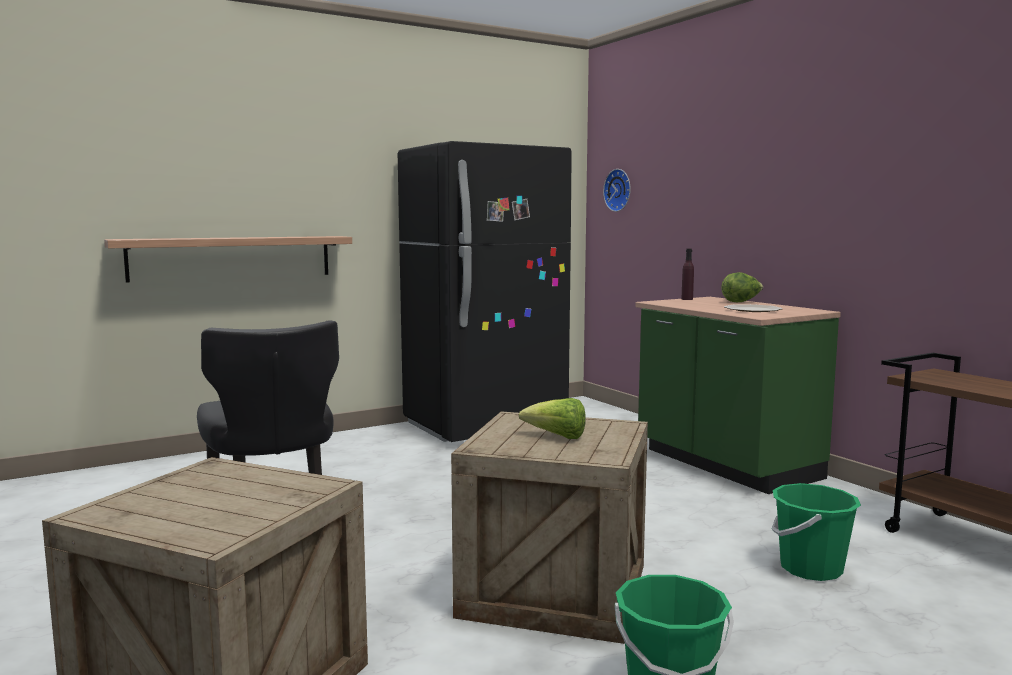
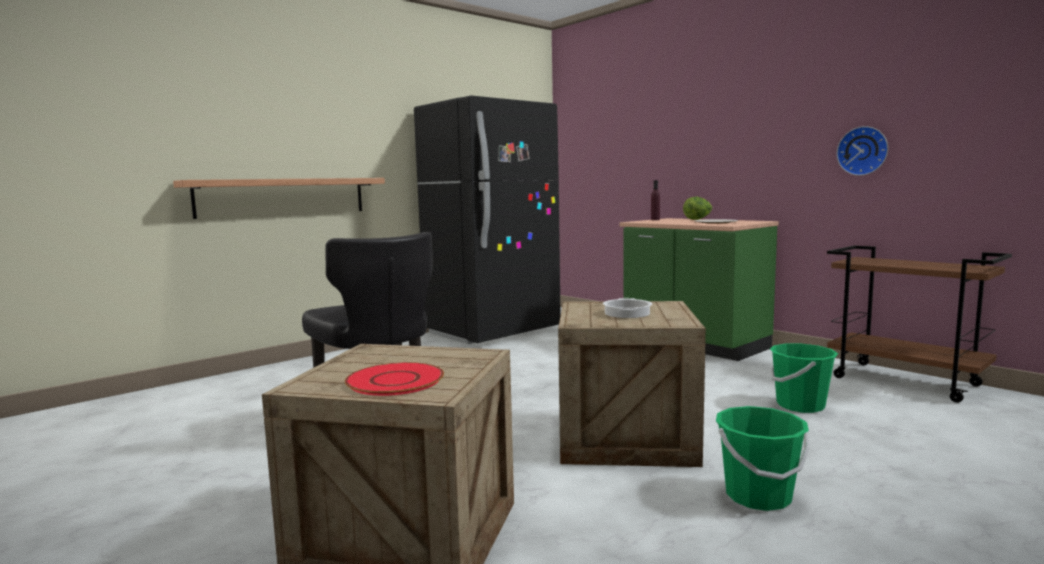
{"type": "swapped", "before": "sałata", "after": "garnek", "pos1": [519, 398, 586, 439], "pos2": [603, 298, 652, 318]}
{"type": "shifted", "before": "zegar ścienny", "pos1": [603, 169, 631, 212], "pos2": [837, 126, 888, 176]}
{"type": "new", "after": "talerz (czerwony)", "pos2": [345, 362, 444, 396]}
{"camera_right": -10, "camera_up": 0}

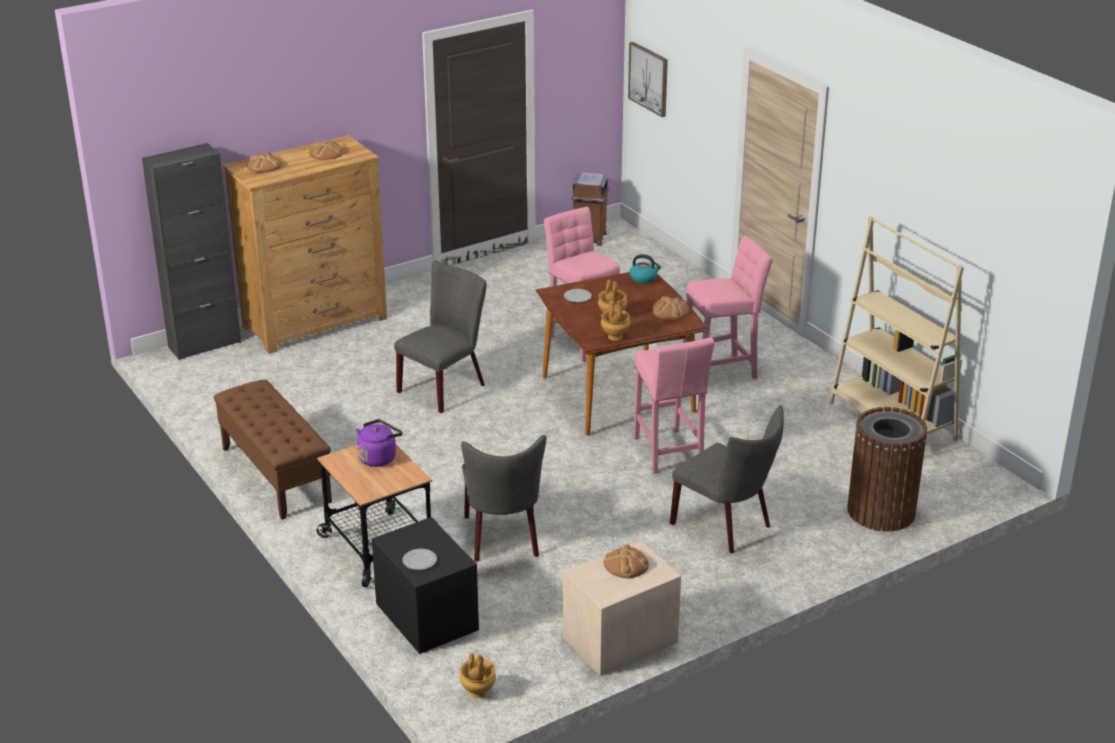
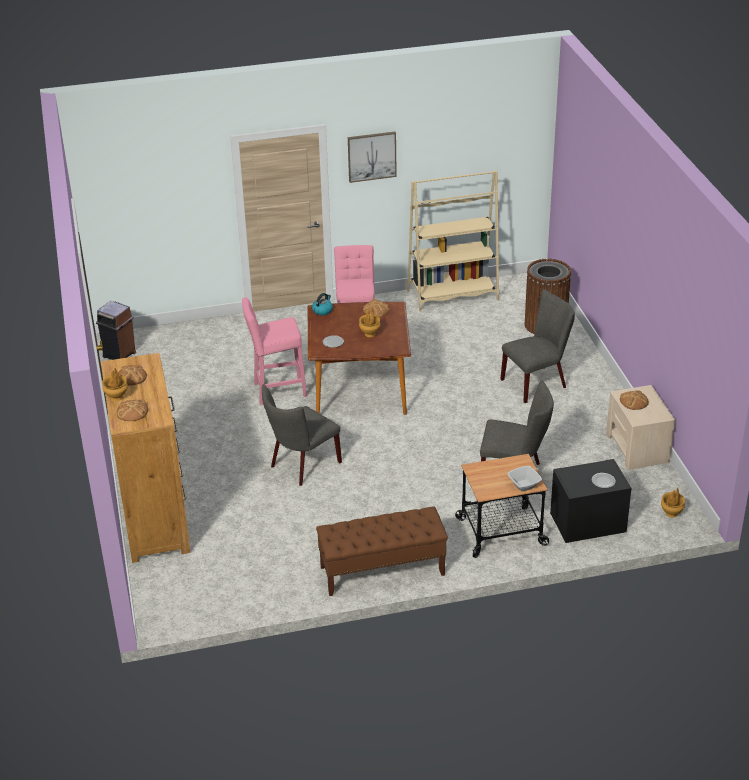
{"type": "gone", "before": "szafka (czarny)", "pos1": [142, 143, 241, 360]}
{"type": "gone", "before": "czajnik (fioletowy)", "pos1": [357, 419, 403, 467]}
{"type": "rotated", "before": "krzesło (szary)", "pos1": [394, 260, 486, 413], "pos2": [262, 384, 342, 486], "turn": -105}
{"type": "shifted", "before": "wazon (brązowy)", "pos1": [601, 300, 630, 340], "pos2": [102, 367, 128, 401]}
{"type": "shifted", "before": "obraz", "pos1": [628, 42, 668, 117], "pos2": [348, 132, 397, 183]}
{"type": "gone", "before": "stołek (różowy)", "pos1": [634, 338, 714, 474]}
{"type": "new", "after": "miska", "pos2": [507, 466, 542, 491]}
{"camera_right": -70, "camera_up": 5}

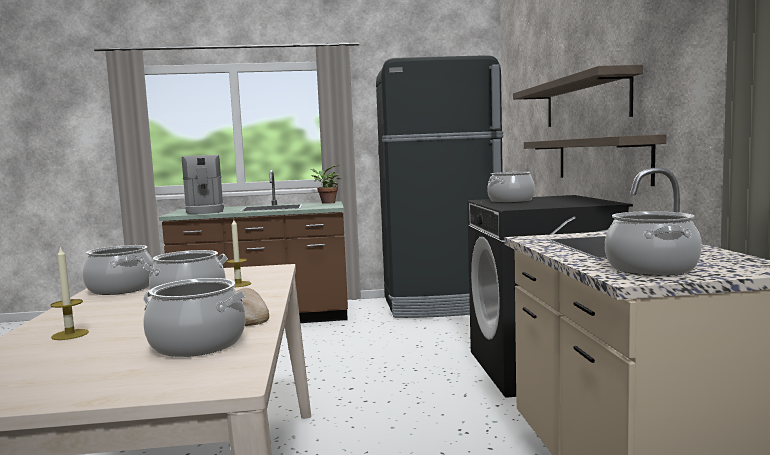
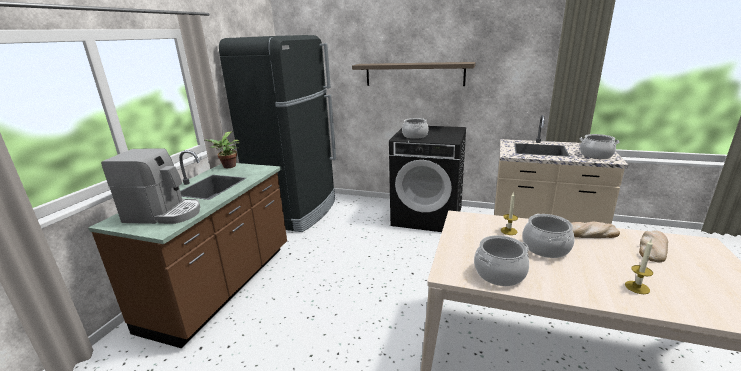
{"type": "swapped", "before": "garnek", "after": "chleb", "pos1": [143, 278, 246, 357], "pos2": [639, 231, 668, 262]}
{"type": "gone", "before": "półka", "pos1": [524, 134, 666, 186]}
{"camera_right": -65, "camera_up": 15}

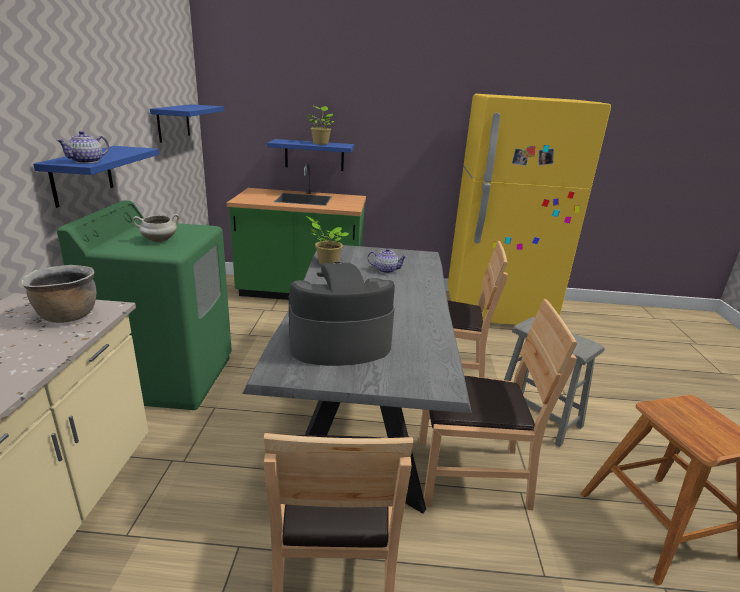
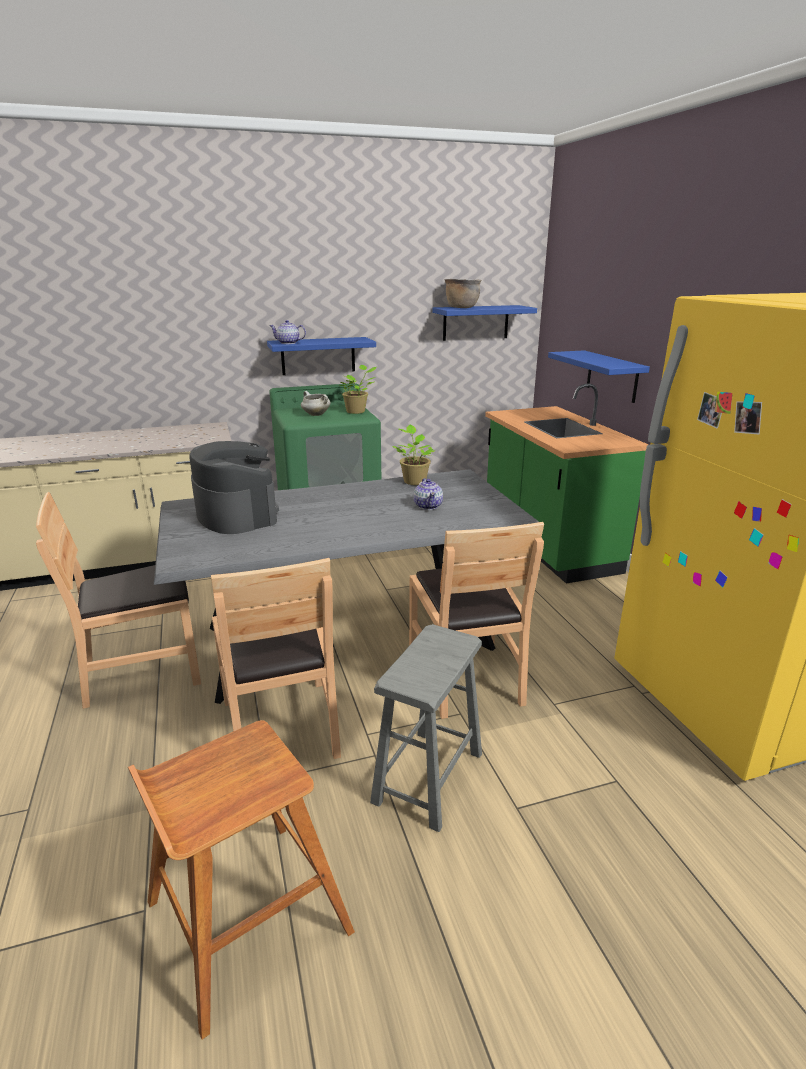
{"type": "shifted", "before": "garnek (brązowy)", "pos1": [21, 265, 97, 323], "pos2": [445, 279, 482, 308]}
{"type": "shifted", "before": "roślina doniczkowa", "pos1": [305, 106, 334, 145], "pos2": [340, 365, 376, 414]}
{"camera_right": 70, "camera_up": 0}

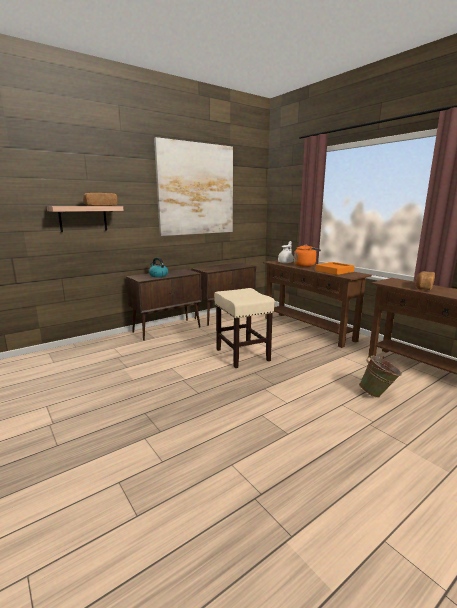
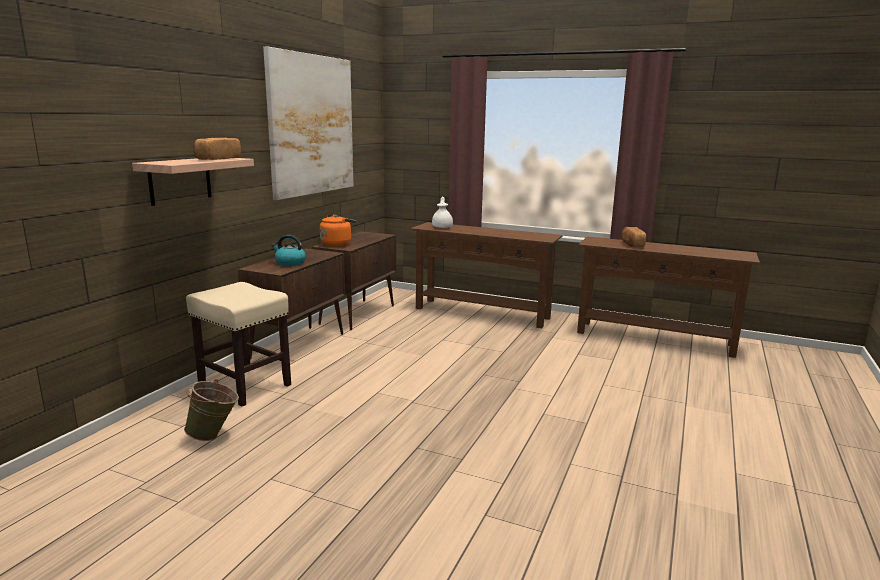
{"type": "shifted", "before": "stołek (beżowy)", "pos1": [214, 288, 275, 368], "pos2": [186, 282, 291, 407]}
{"type": "shifted", "before": "czajnik (pomarańczowy)", "pos1": [294, 245, 321, 267], "pos2": [320, 215, 357, 247]}
{"type": "gone", "before": "taca (pomarańczowy)", "pos1": [315, 262, 355, 275]}
{"type": "shifted", "before": "wiadro (zielony)", "pos1": [359, 356, 402, 398], "pos2": [184, 379, 239, 441]}
{"camera_right": -30, "camera_up": 0}

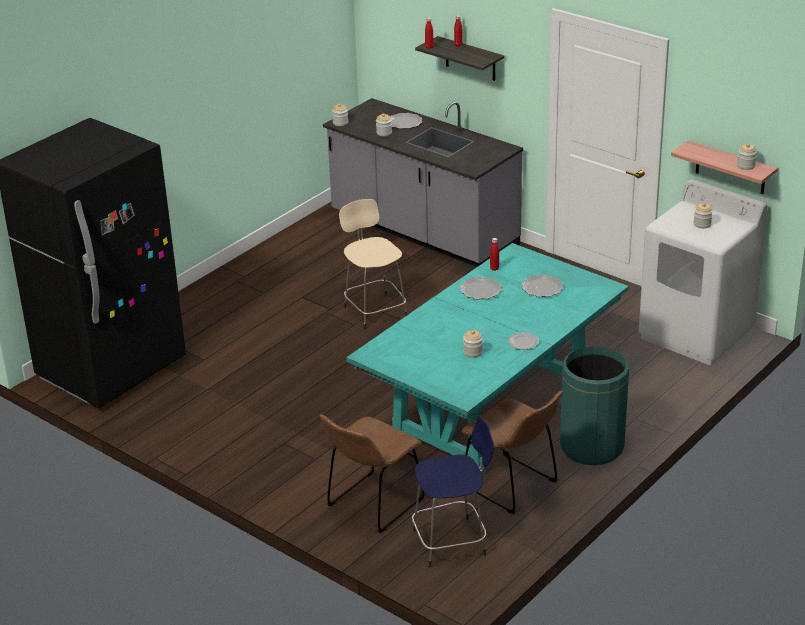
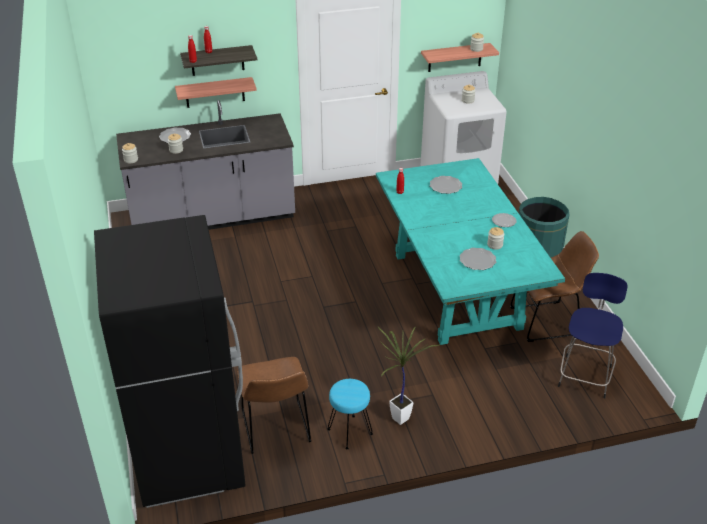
{"type": "shifted", "before": "krzesło (brązowy)", "pos1": [320, 415, 424, 533], "pos2": [237, 357, 311, 454]}
{"type": "gone", "before": "stołek (beżowy)", "pos1": [339, 199, 407, 330]}
{"type": "shifted", "before": "talerz", "pos1": [460, 277, 502, 299], "pos2": [460, 248, 496, 270]}
{"type": "new", "after": "półka", "pos2": [175, 77, 257, 108]}
{"type": "new", "after": "stołek (turkusowy)", "pos2": [327, 379, 373, 450]}
{"type": "new", "after": "roślina doniczkowa", "pos2": [378, 326, 440, 425]}
{"camera_right": -55, "camera_up": 5}

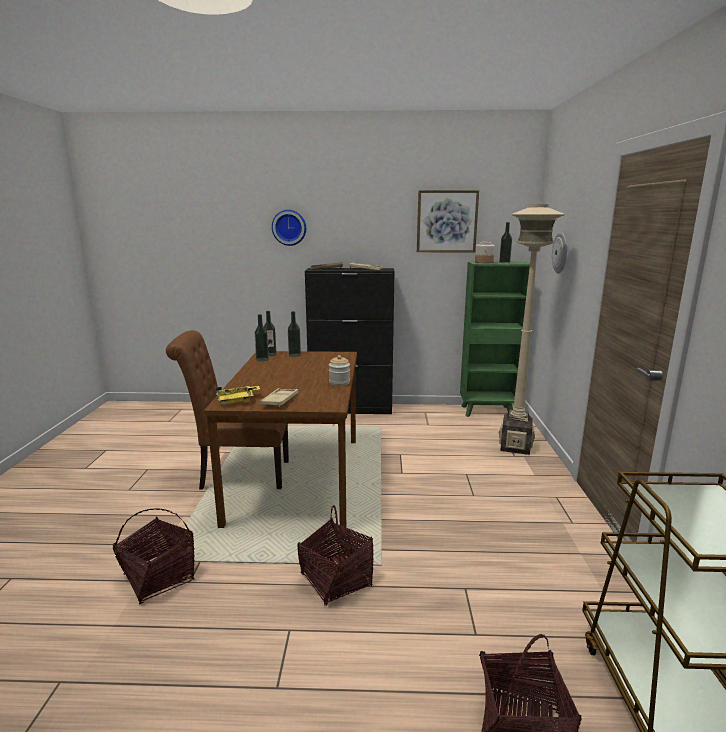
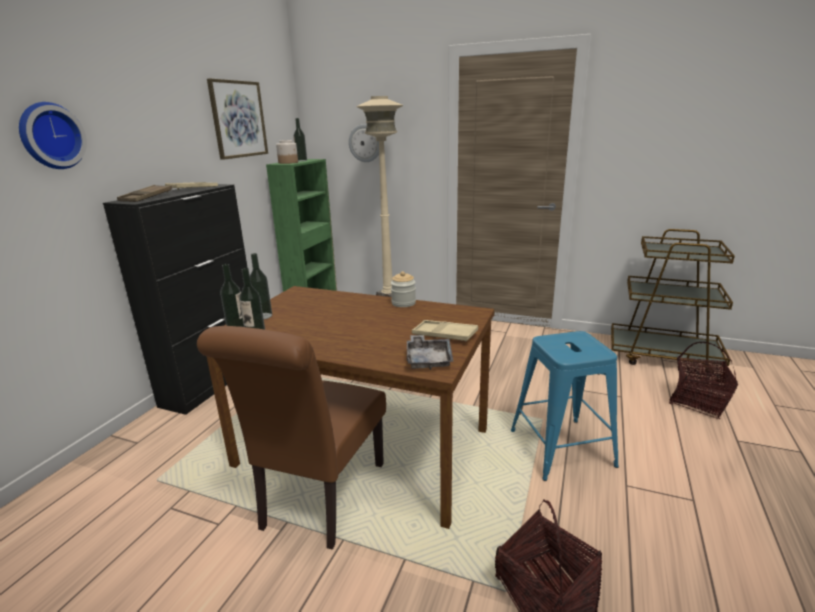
{"type": "repainted", "before": "taca (żółty)", "after": "taca (szary)", "pos1": [216, 386, 260, 404], "pos2": [407, 335, 454, 370]}
{"type": "swapped", "before": "koszyk", "after": "stołek (niebieski)", "pos1": [298, 505, 374, 605], "pos2": [511, 331, 619, 481]}
{"camera_right": -70, "camera_up": 5}

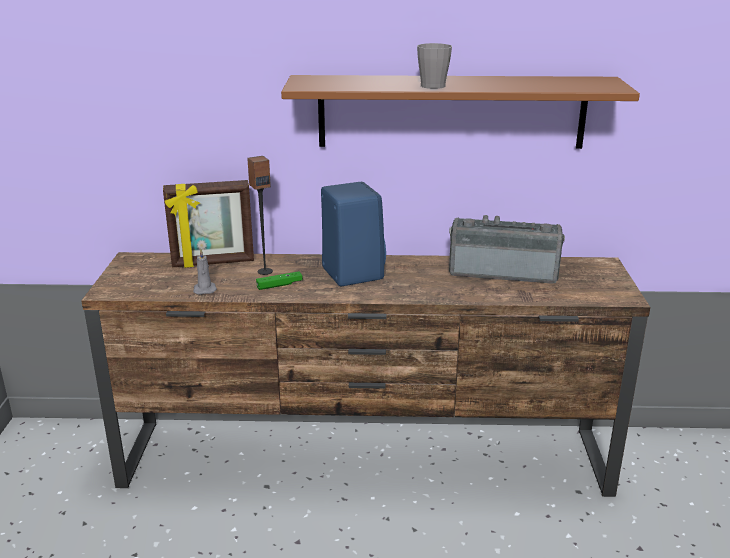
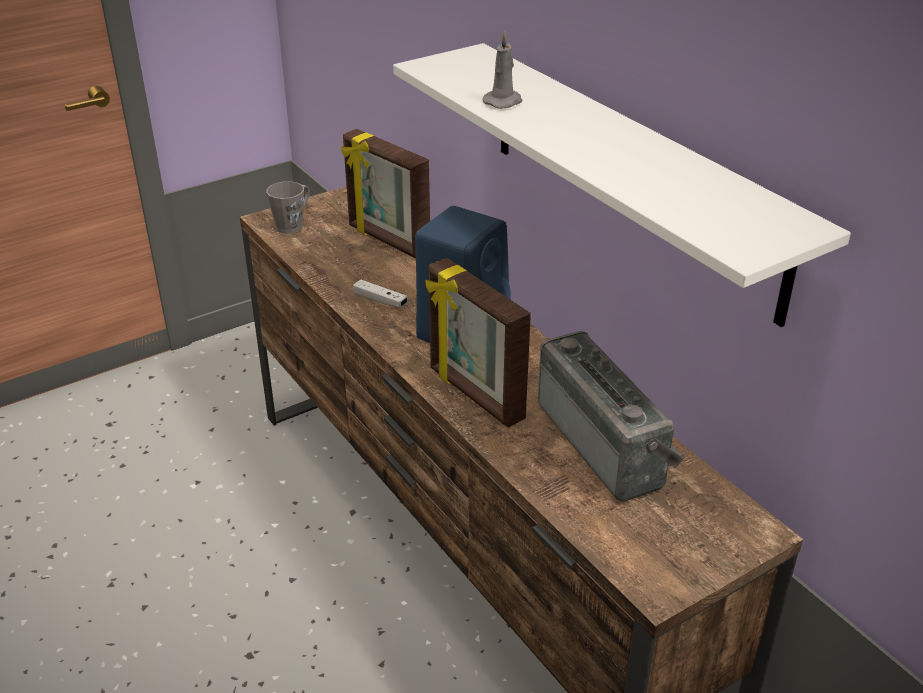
{"type": "shifted", "before": "świeca (szary)", "pos1": [193, 249, 217, 295], "pos2": [482, 31, 523, 109]}
{"type": "gone", "before": "głośnik", "pos1": [247, 156, 273, 275]}
{"type": "repainted", "before": "pad do gier (zielony)", "after": "pad do gier (biały)", "pos1": [256, 271, 303, 290], "pos2": [353, 279, 408, 308]}
{"type": "repainted", "before": "półka (brązowy)", "after": "półka (biały)", "pos1": [281, 75, 640, 149], "pos2": [393, 43, 851, 327]}
{"type": "shifted", "before": "kubek (szary)", "pos1": [417, 43, 452, 89], "pos2": [266, 181, 310, 234]}
{"type": "new", "after": "ramka na zdjęcie", "pos2": [425, 258, 531, 428]}
{"camera_right": 55, "camera_up": 10}

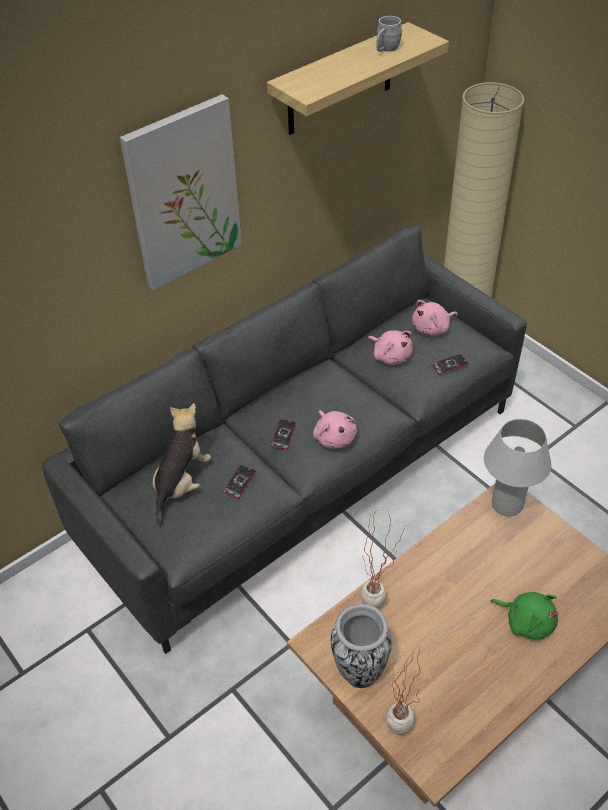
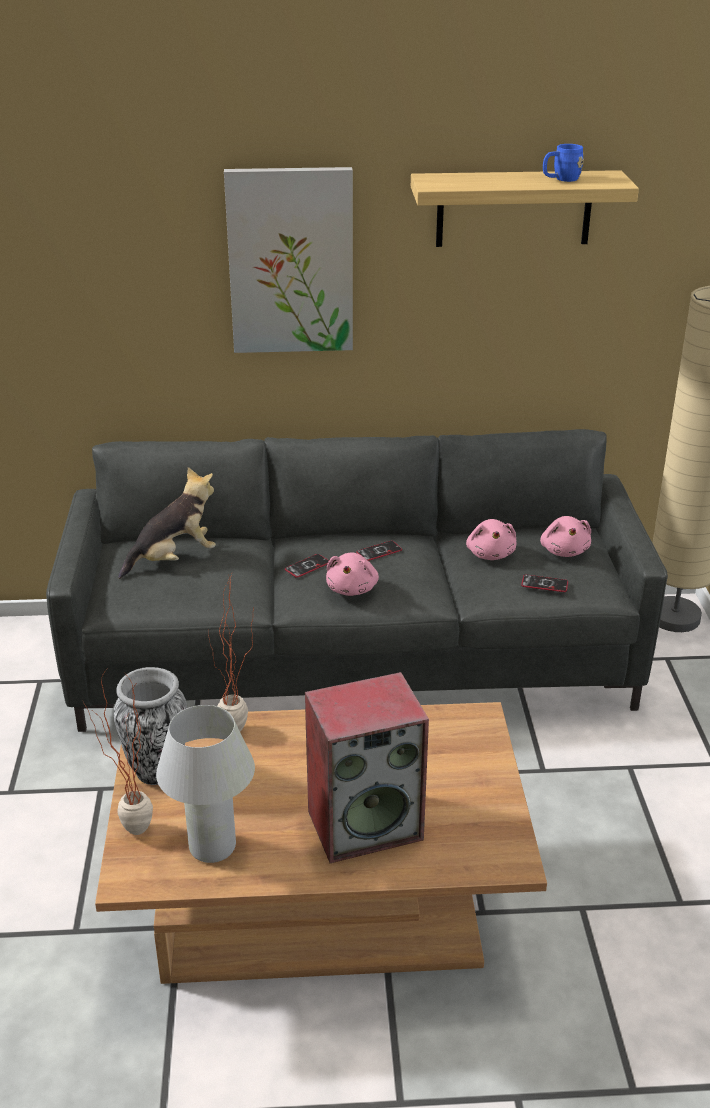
{"type": "shifted", "before": "telefon", "pos1": [223, 465, 256, 499], "pos2": [356, 541, 402, 561]}
{"type": "repainted", "before": "kubek (szary)", "after": "kubek (niebieski)", "pos1": [376, 16, 402, 52], "pos2": [543, 144, 584, 182]}
{"type": "rotated", "before": "pluszak (różowy)", "pos1": [412, 300, 458, 336], "pos2": [540, 516, 591, 557], "turn": -105}
{"type": "shifted", "before": "lampa stołowa (biały)", "pos1": [484, 419, 551, 516], "pos2": [156, 705, 255, 863]}
{"type": "swapped", "before": "pluszak (zielony)", "after": "głośnik", "pos1": [490, 592, 558, 640], "pos2": [305, 672, 429, 863]}
{"camera_right": 35, "camera_up": -15}

